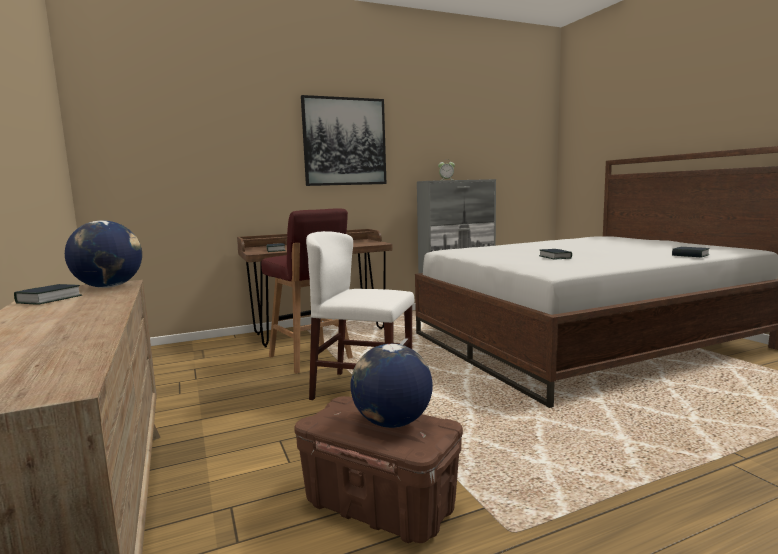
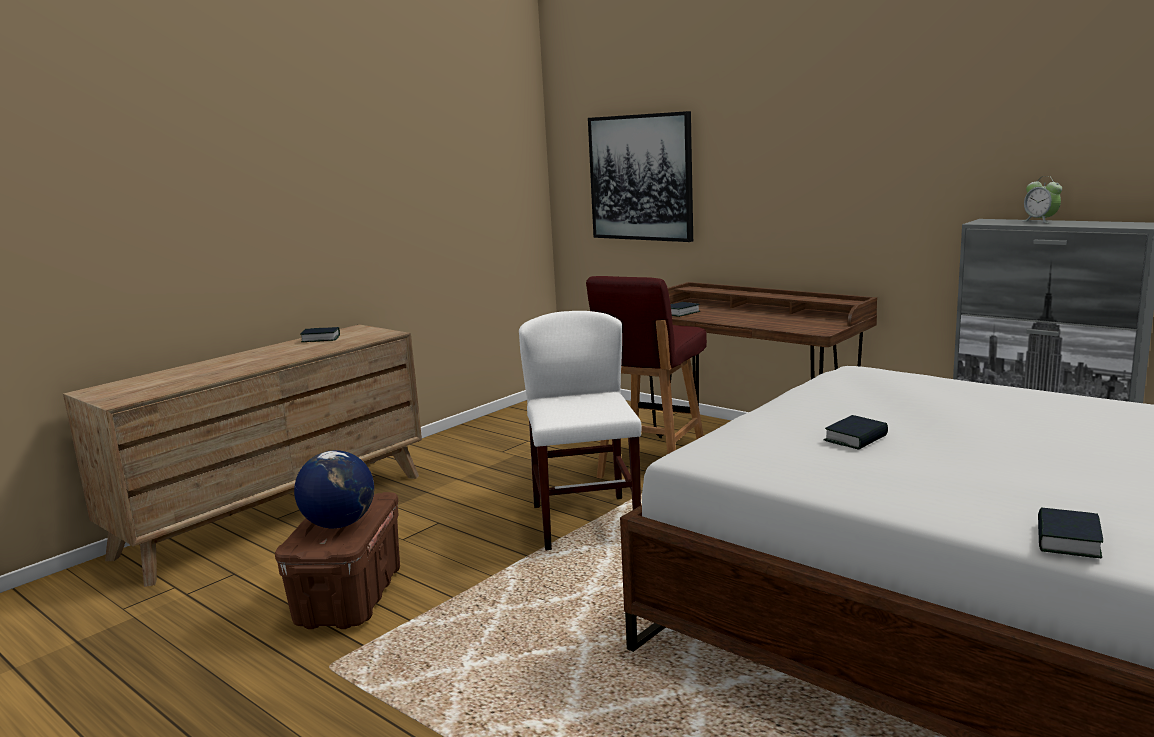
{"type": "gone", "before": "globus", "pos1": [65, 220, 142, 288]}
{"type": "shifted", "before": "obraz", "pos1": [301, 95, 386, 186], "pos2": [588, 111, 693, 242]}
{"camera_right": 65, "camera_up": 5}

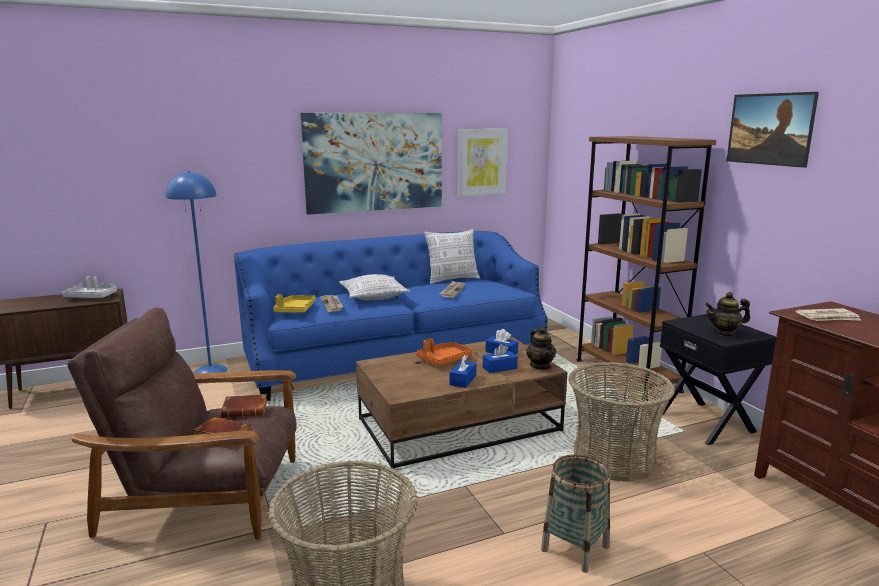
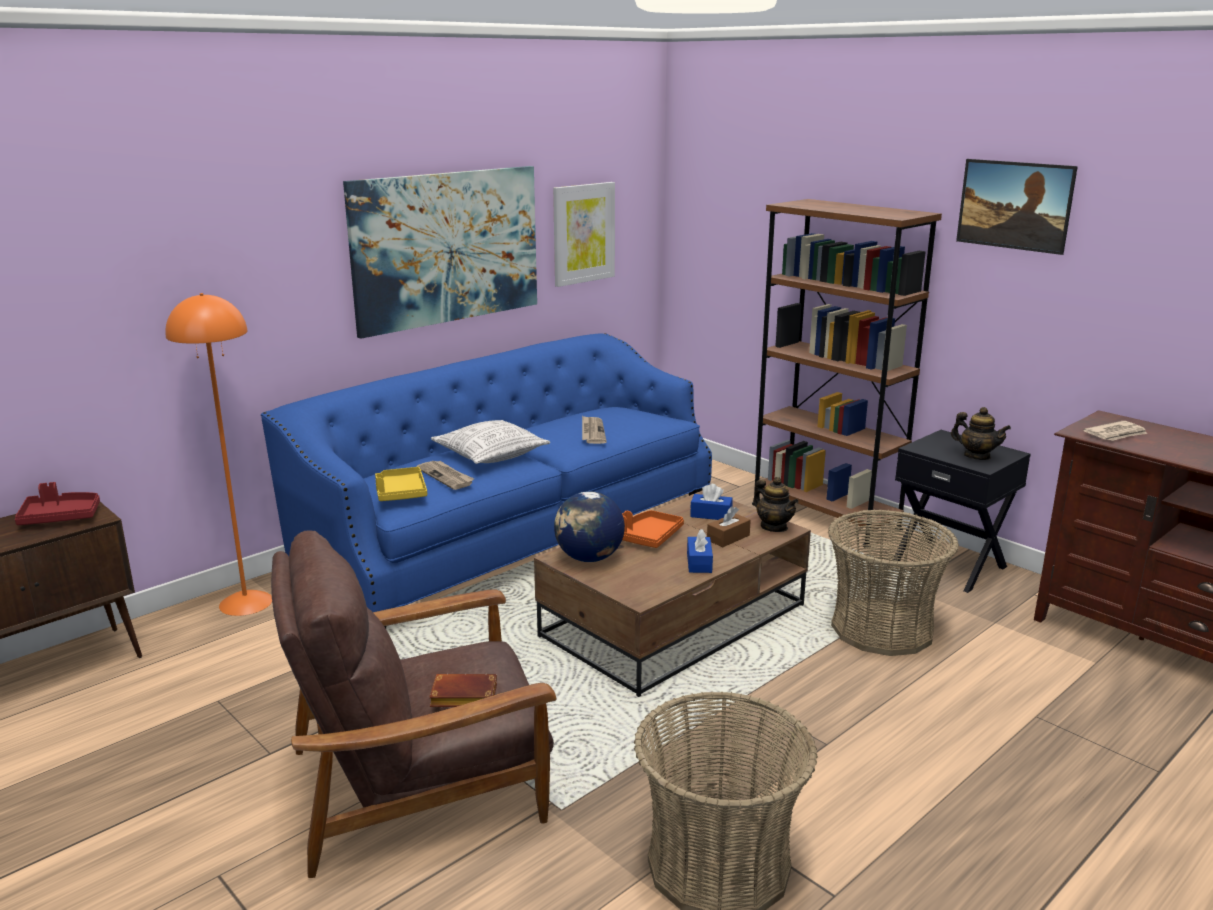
{"type": "repainted", "before": "taca (szary)", "after": "taca (czerwony)", "pos1": [62, 276, 117, 298], "pos2": [15, 482, 100, 525]}
{"type": "repainted", "before": "lampa stojąca (niebieski)", "after": "lampa stojąca (pomarańczowy)", "pos1": [166, 171, 228, 374], "pos2": [165, 293, 272, 616]}
{"type": "gone", "before": "książka (brązowy)", "pos1": [221, 394, 267, 418]}
{"type": "gone", "before": "poduszka", "pos1": [424, 229, 480, 284]}
{"type": "repainted", "before": "pudełko chusteczek (niebieski)", "after": "pudełko chusteczek (brązowy)", "pos1": [483, 344, 518, 373], "pos2": [707, 506, 751, 547]}
{"type": "gone", "before": "koszyk", "pos1": [541, 454, 610, 573]}
{"type": "rotated", "before": "imbryk", "pos1": [705, 292, 750, 337], "pos2": [951, 407, 1011, 460], "turn": -120}
{"type": "new", "after": "globus", "pos2": [554, 491, 625, 562]}
{"camera_right": -20, "camera_up": 5}

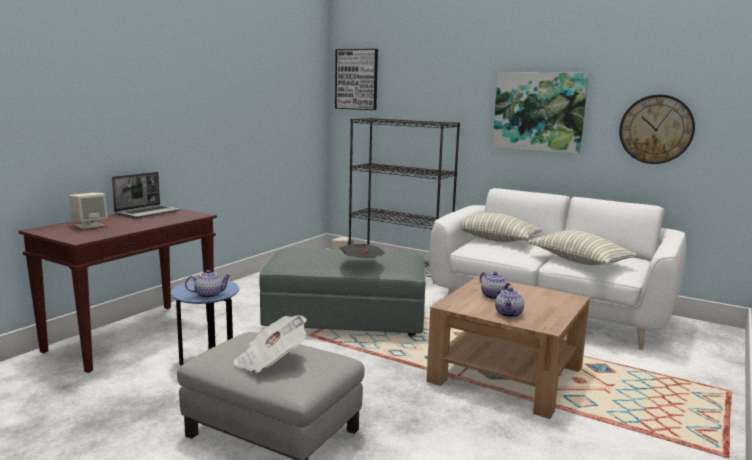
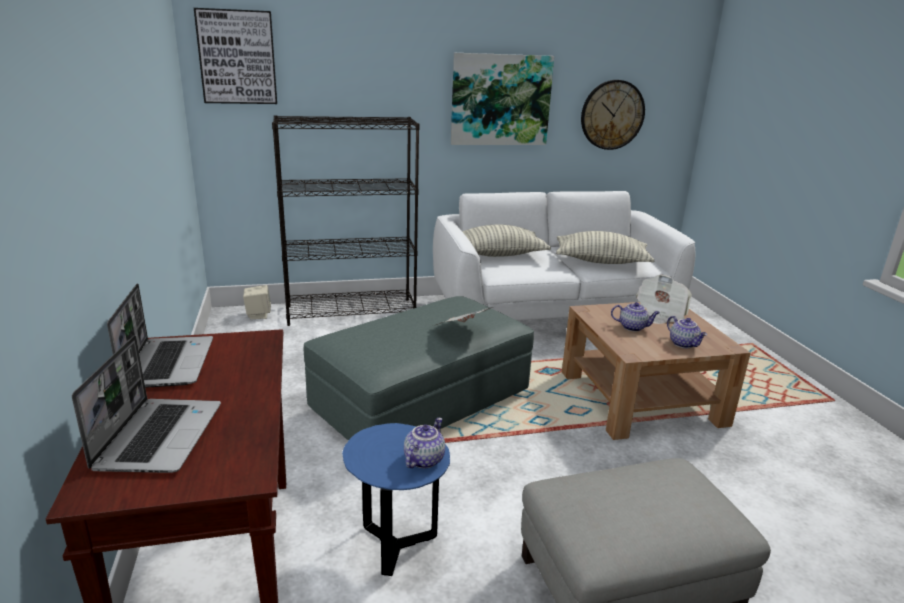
{"type": "swapped", "before": "głośnik (beżowy)", "after": "laptop", "pos1": [69, 193, 108, 229], "pos2": [72, 335, 221, 473]}
{"type": "shifted", "before": "gazeta", "pos1": [233, 315, 307, 373], "pos2": [636, 275, 692, 324]}
{"camera_right": -45, "camera_up": 10}

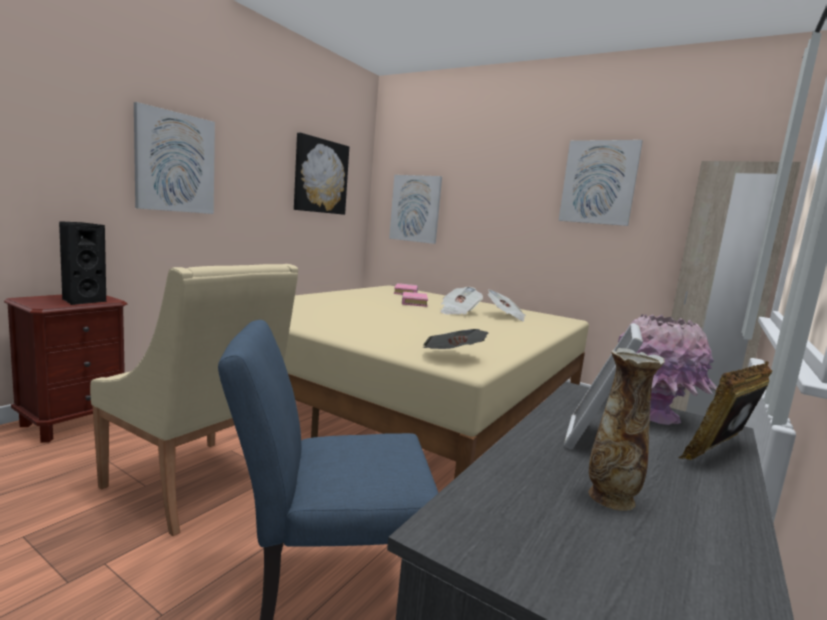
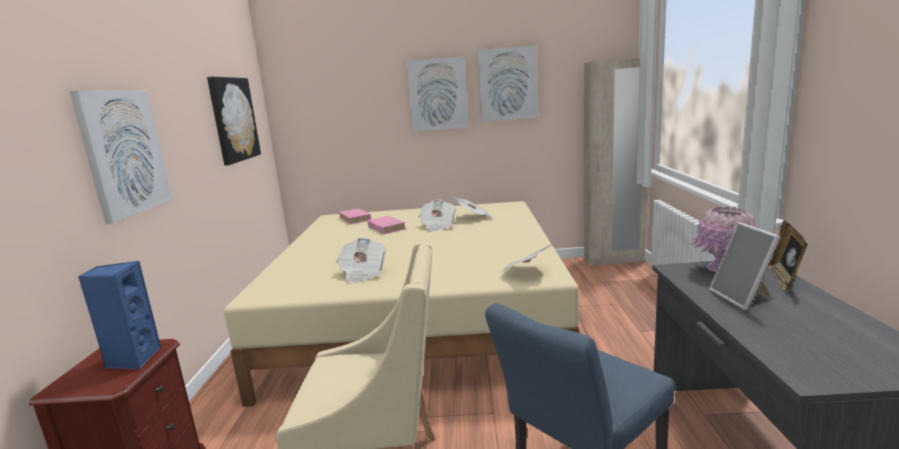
{"type": "repainted", "before": "głośnik (czarny)", "after": "głośnik (niebieski)", "pos1": [59, 221, 106, 305], "pos2": [78, 261, 162, 369]}
{"type": "shifted", "before": "obraz", "pos1": [389, 175, 442, 244], "pos2": [406, 57, 469, 132]}
{"type": "gone", "before": "wazon", "pos1": [588, 348, 665, 511]}
{"type": "new", "after": "gazeta", "pos2": [336, 237, 387, 284]}
{"camera_right": -30, "camera_up": 5}

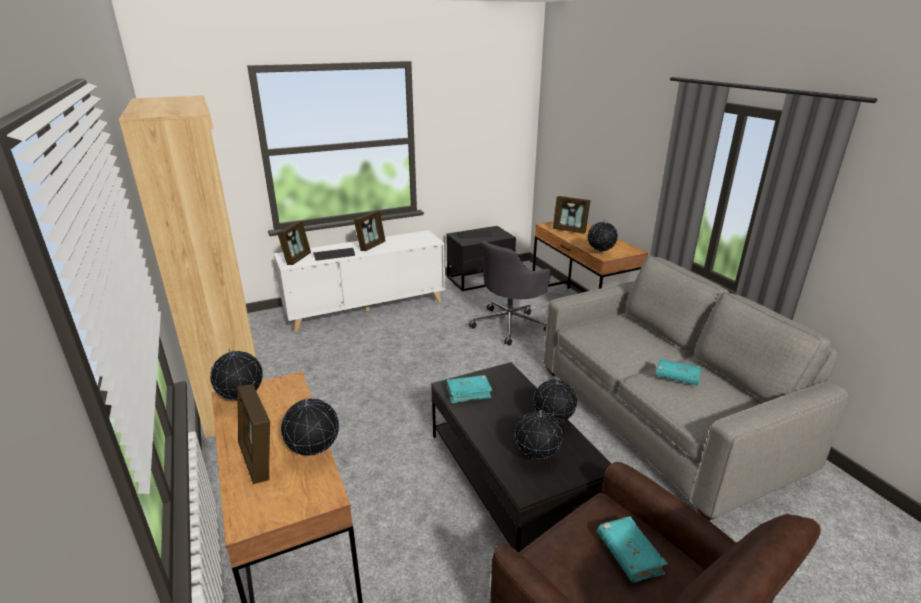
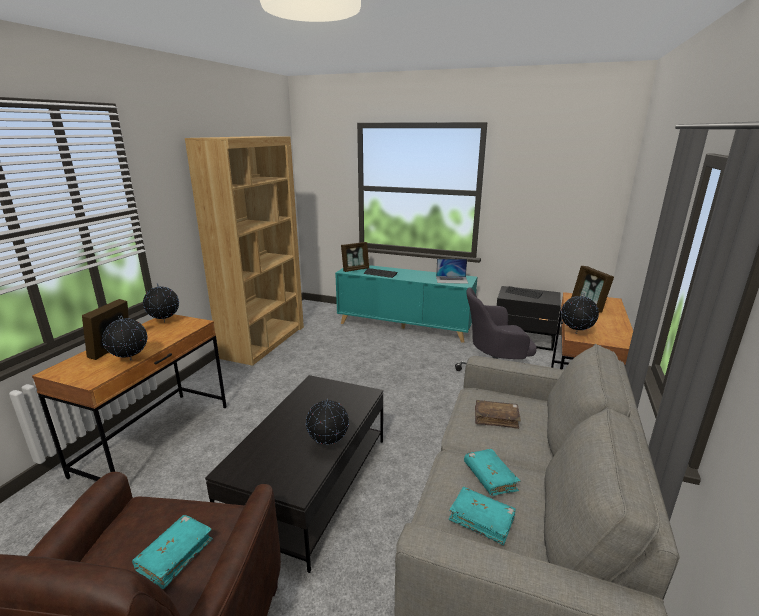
{"type": "repainted", "before": "szafka (biały)", "after": "szafka (turkusowy)", "pos1": [274, 230, 445, 332], "pos2": [335, 265, 477, 343]}
{"type": "gone", "before": "ramka na zdjęcie", "pos1": [354, 211, 386, 251]}
{"type": "shifted", "before": "książka (turkusowy)", "pos1": [447, 375, 492, 403], "pos2": [449, 487, 516, 545]}
{"type": "gone", "before": "globus", "pos1": [515, 410, 563, 459]}
{"type": "new", "after": "laptop", "pos2": [436, 259, 468, 284]}
{"type": "new", "after": "książka (brązowy)", "pos2": [475, 400, 521, 429]}
{"camera_right": 45, "camera_up": -5}

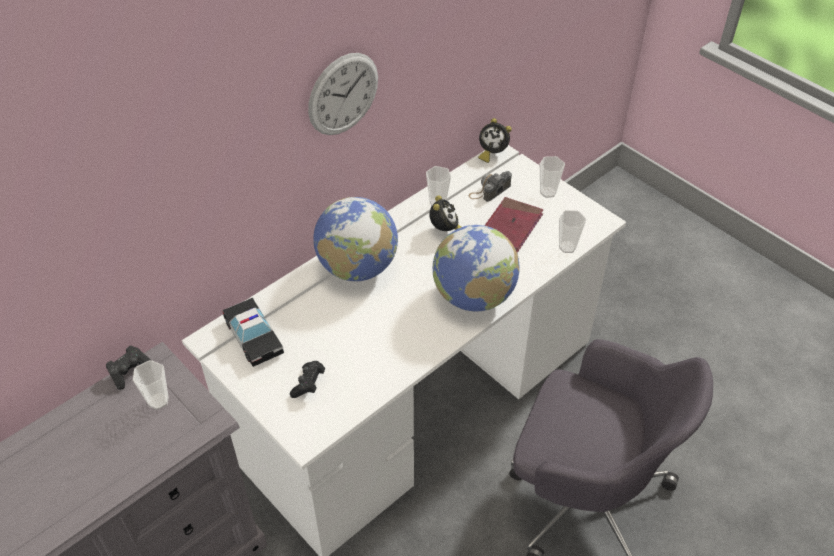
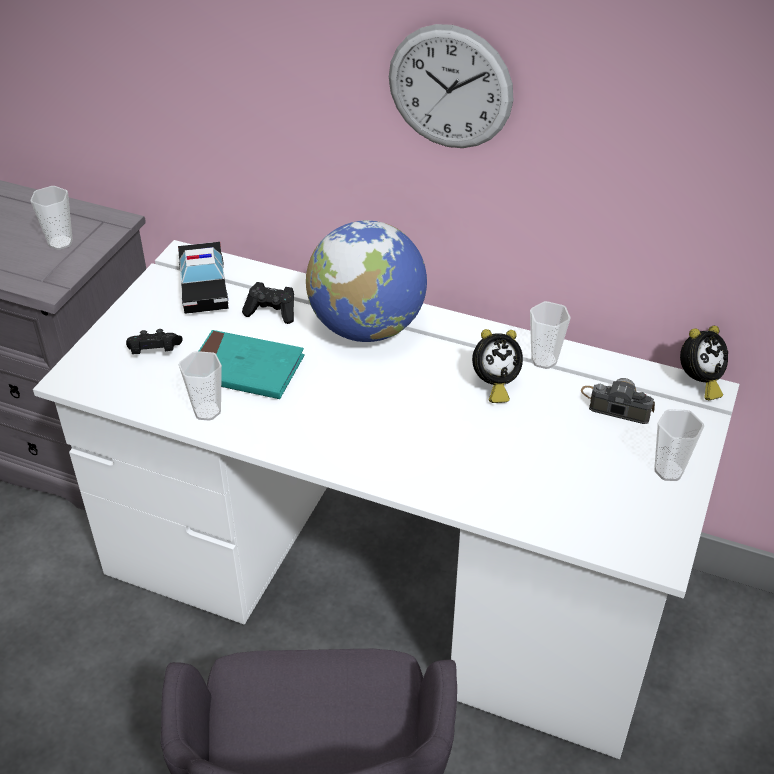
{"type": "shifted", "before": "pad do gier (czarny)", "pos1": [106, 346, 151, 390], "pos2": [242, 282, 294, 324]}
{"type": "rotated", "before": "samochodzik", "pos1": [222, 298, 284, 367], "pos2": [178, 242, 229, 314], "turn": -45}
{"type": "gone", "before": "globus", "pos1": [433, 225, 520, 312]}
{"type": "rotated", "before": "budzik", "pos1": [478, 118, 512, 163], "pos2": [680, 326, 728, 400], "turn": -120}
{"type": "gone", "before": "książka (czerwony)", "pos1": [484, 197, 543, 253]}
{"type": "shifted", "before": "filiżanka", "pos1": [559, 210, 586, 253], "pos2": [178, 351, 222, 421]}
{"type": "new", "after": "książka (turkusowy)", "pos2": [199, 330, 305, 399]}
{"camera_right": 65, "camera_up": -5}

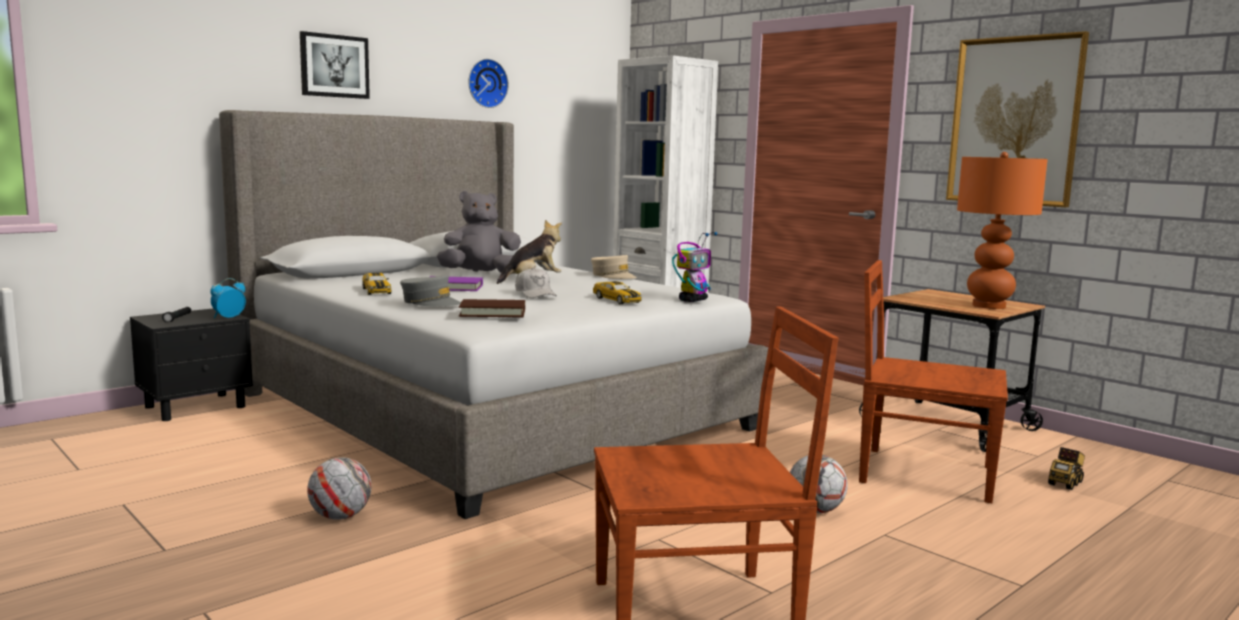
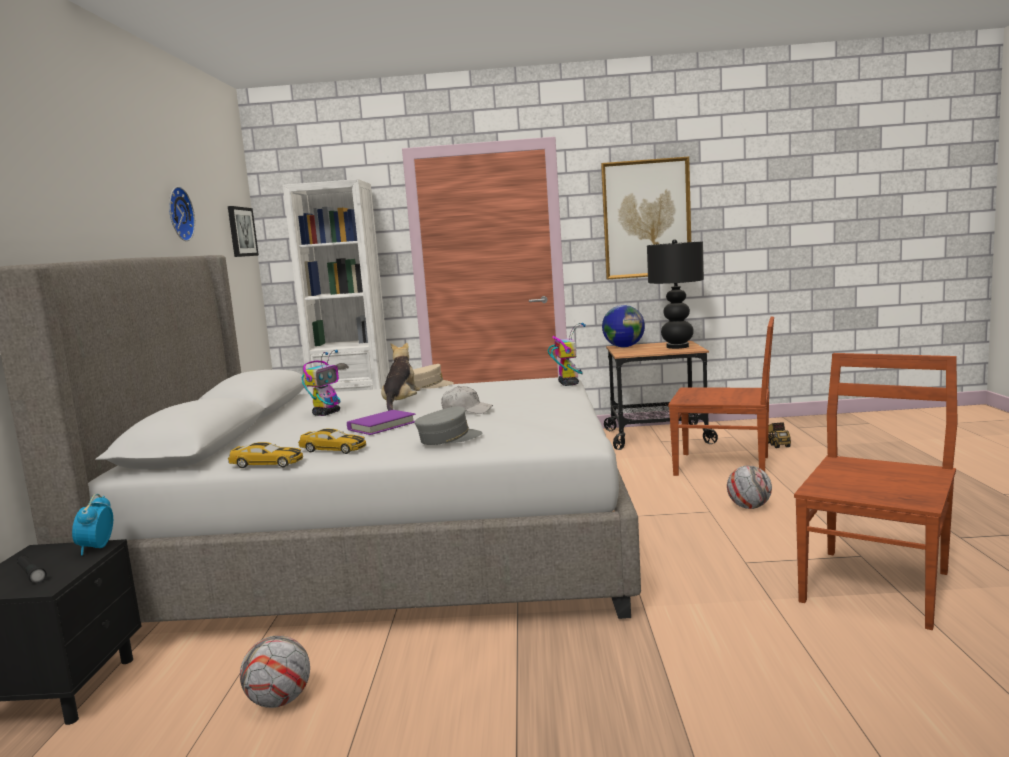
{"type": "shifted", "before": "obraz", "pos1": [300, 31, 370, 99], "pos2": [228, 206, 259, 257]}
{"type": "shifted", "before": "piłka futbolowa", "pos1": [307, 457, 371, 520], "pos2": [240, 635, 310, 708]}
{"type": "swapped", "before": "pluszak (szary)", "after": "robot zabawkowy", "pos1": [437, 191, 521, 273], "pos2": [302, 350, 341, 416]}
{"type": "gone", "before": "książka (brązowy)", "pos1": [459, 299, 525, 317]}
{"type": "shifted", "before": "samochodzik", "pos1": [593, 281, 641, 304], "pos2": [228, 442, 303, 468]}
{"type": "rotated", "before": "krzesło (brązowy)", "pos1": [859, 260, 1008, 503], "pos2": [668, 317, 774, 476], "turn": -135}
{"type": "repainted", "before": "lampa stołowa (pomarańczowy)", "after": "lampa stołowa (czarny)", "pos1": [957, 152, 1048, 309], "pos2": [647, 239, 704, 349]}
{"type": "new", "after": "globus", "pos2": [602, 305, 645, 347]}
{"camera_right": -45, "camera_up": 0}

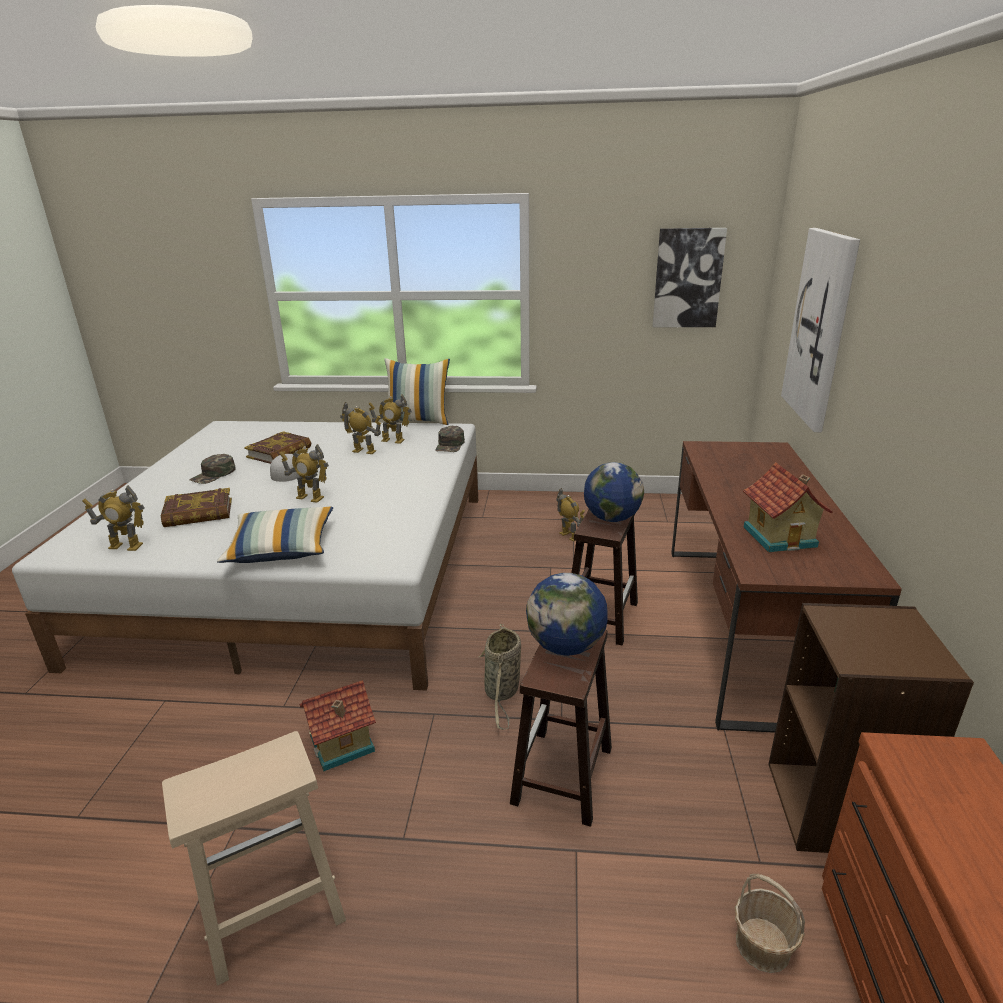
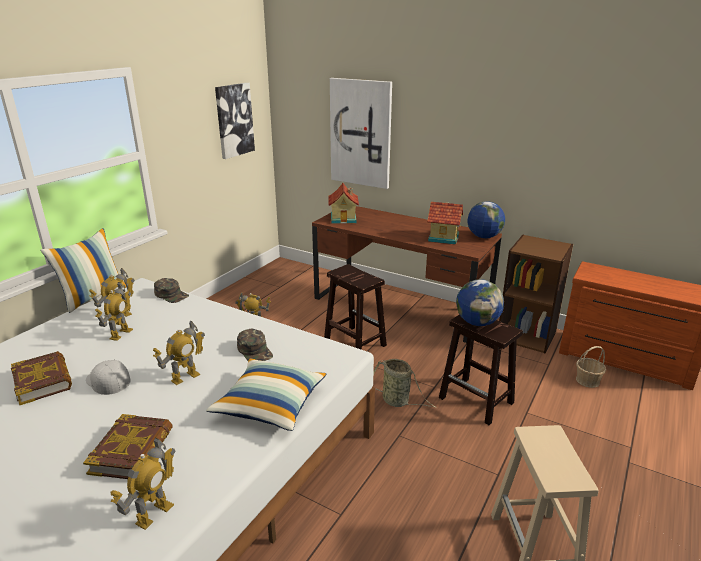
{"type": "shifted", "before": "czapka z daszkiem (zielony)", "pos1": [189, 454, 236, 484], "pos2": [237, 329, 273, 361]}
{"type": "shifted", "before": "domek", "pos1": [299, 680, 376, 772], "pos2": [328, 183, 359, 224]}
{"type": "rotated", "before": "robot zabawkowy", "pos1": [340, 402, 381, 454], "pos2": [95, 282, 133, 341], "turn": 150}
{"type": "shifted", "before": "globus", "pos1": [584, 462, 644, 522], "pos2": [468, 201, 505, 238]}
{"camera_right": -65, "camera_up": 0}

